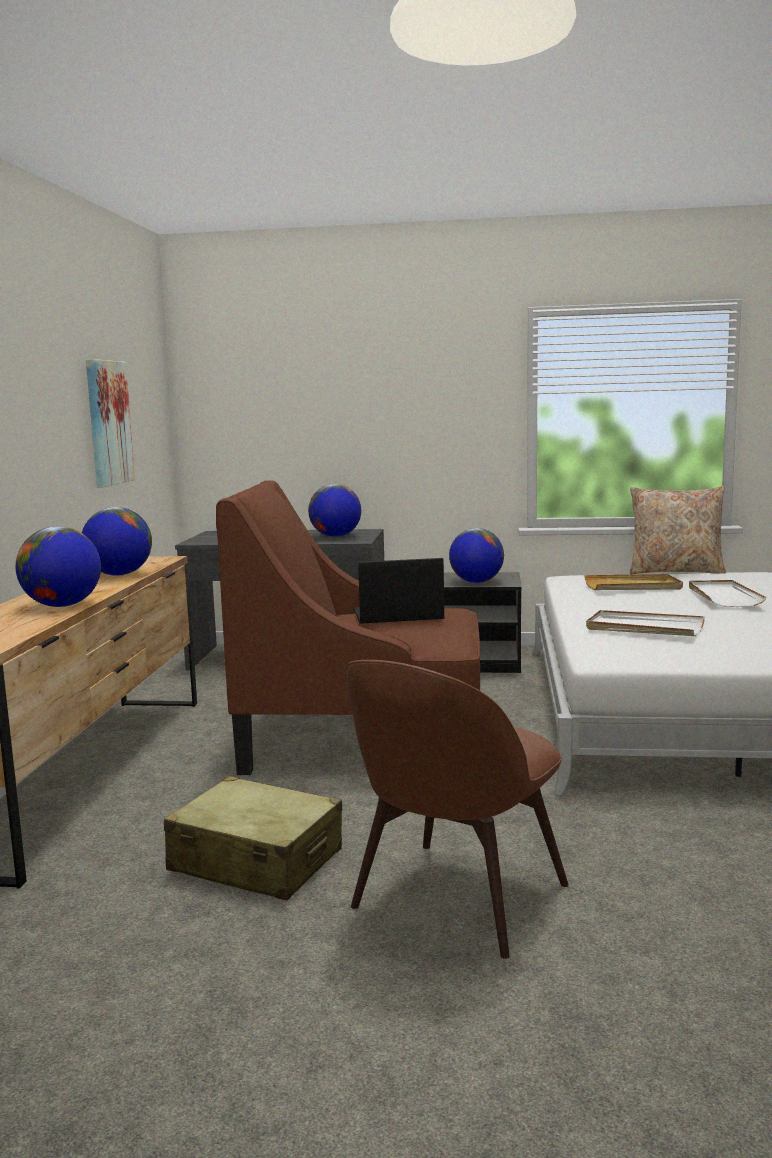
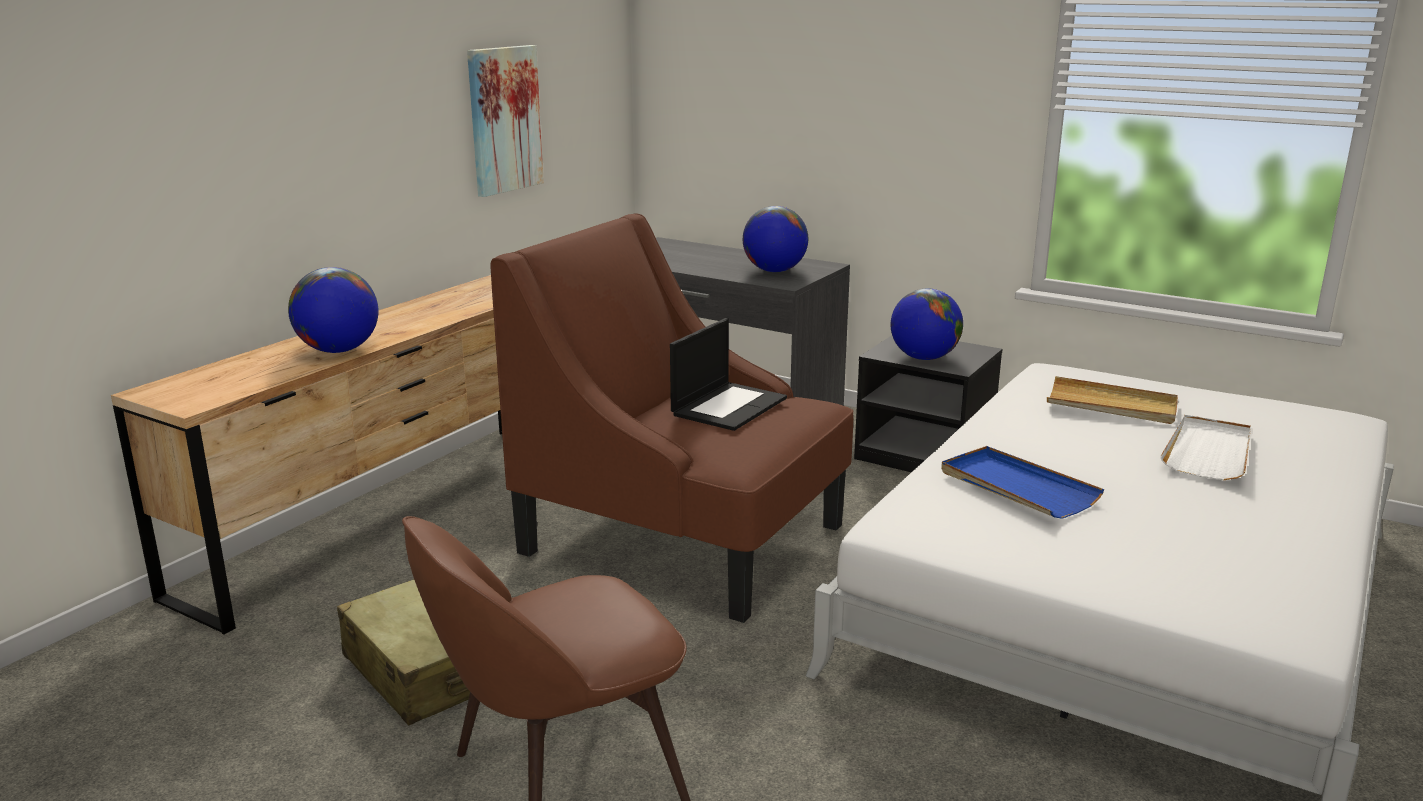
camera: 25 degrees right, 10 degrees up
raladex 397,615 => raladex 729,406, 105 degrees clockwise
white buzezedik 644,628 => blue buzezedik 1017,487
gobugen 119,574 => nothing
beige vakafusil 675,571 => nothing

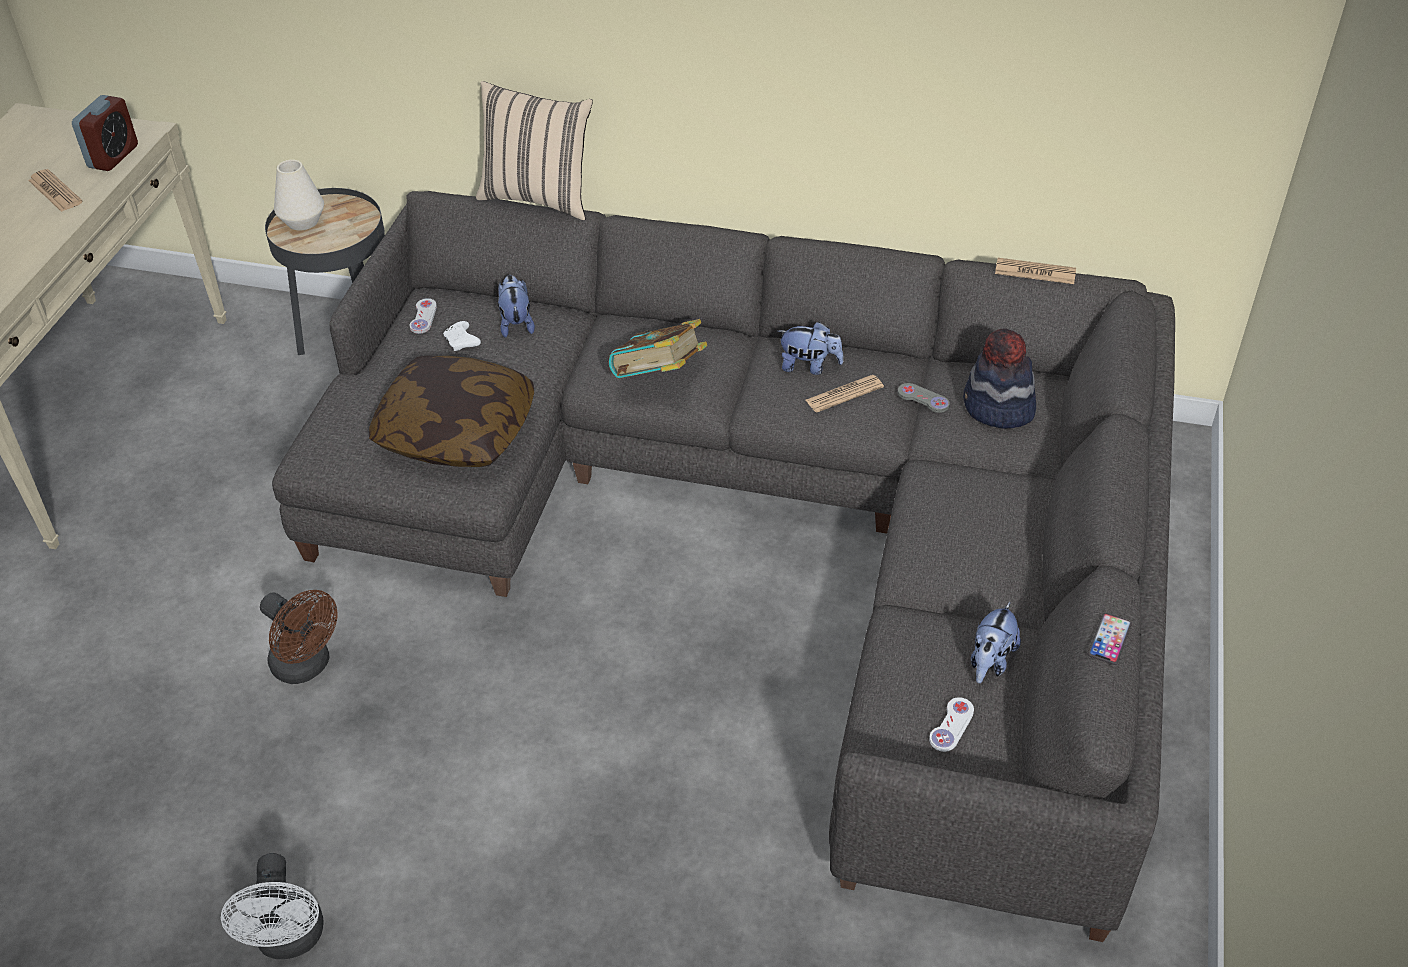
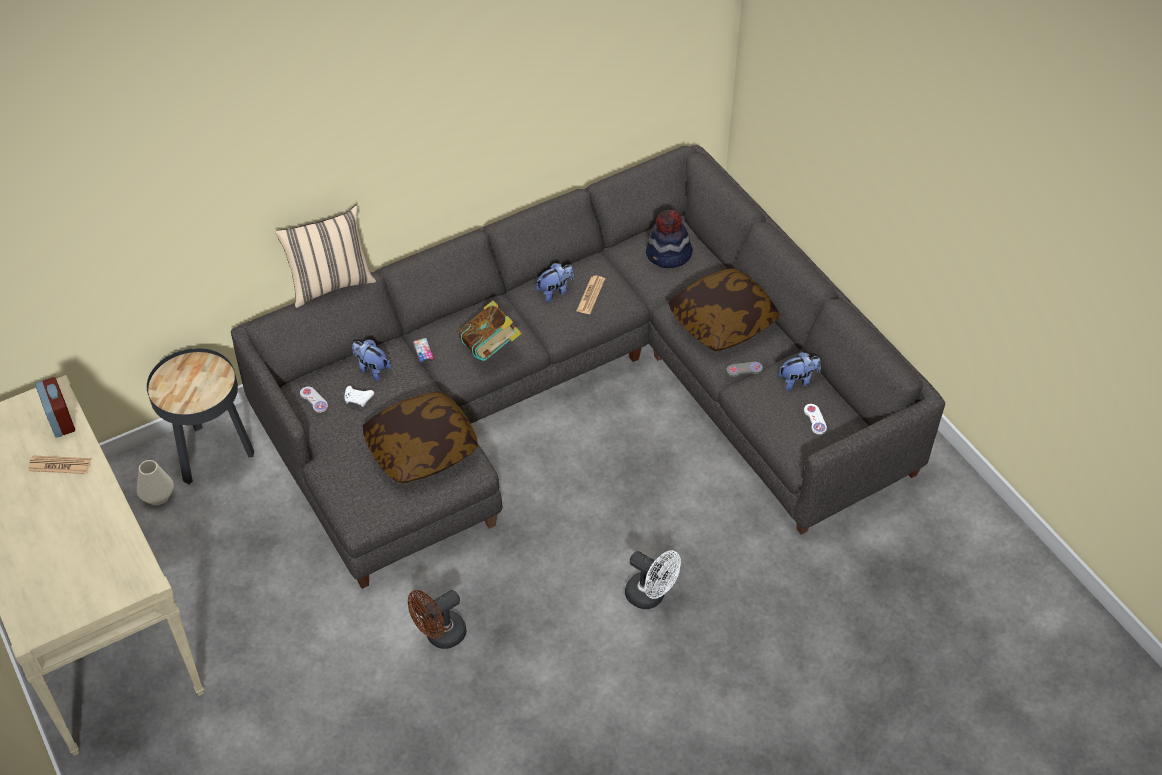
camera: 45 degrees left, 5 degrees up
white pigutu 302,221 => white pigutu 157,496, move
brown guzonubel 307,666 => brown guzonubel 440,636, 150 degrees clockwise
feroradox 1109,639 => feroradox 423,351, move
white guzonubel 290,940 => white guzonubel 651,596, move
nothing => vakafusil 723,321
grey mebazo 923,399 => grey mebazo 744,370, move
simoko 990,661 => simoko 798,381, 90 degrees counterclockwise
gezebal 1035,272 => nothing

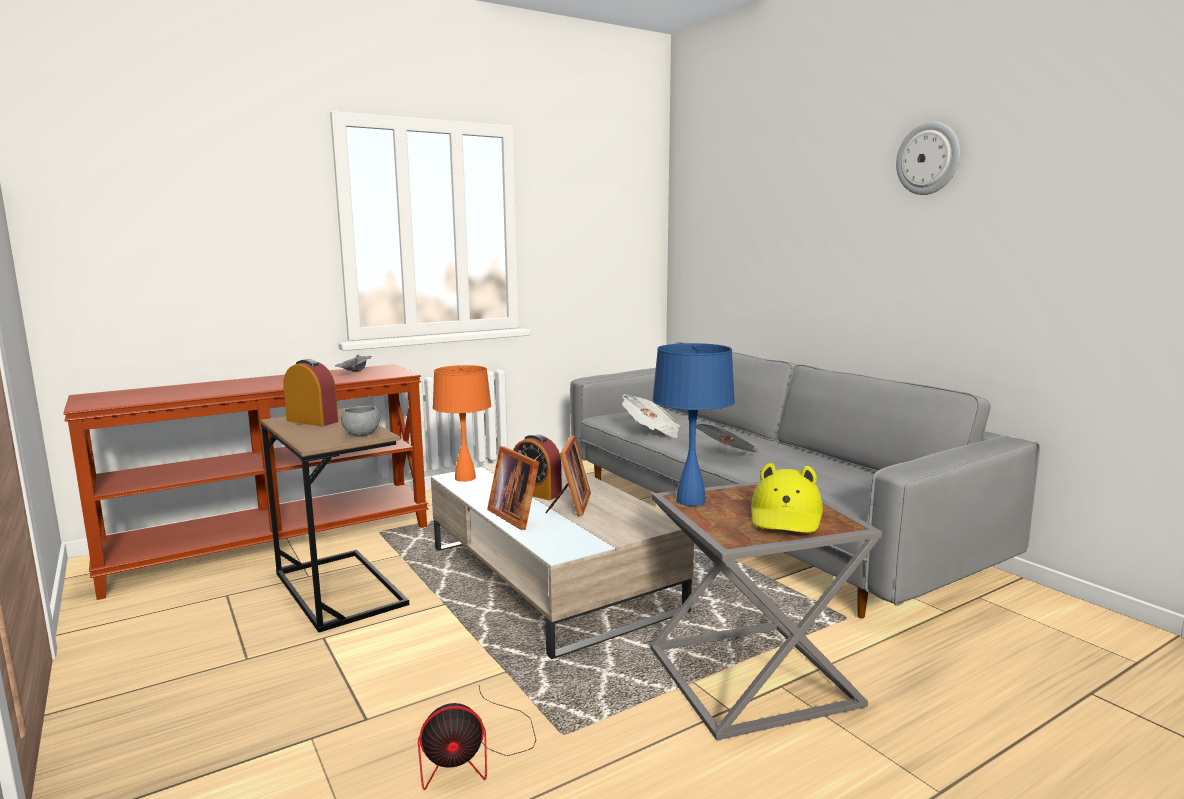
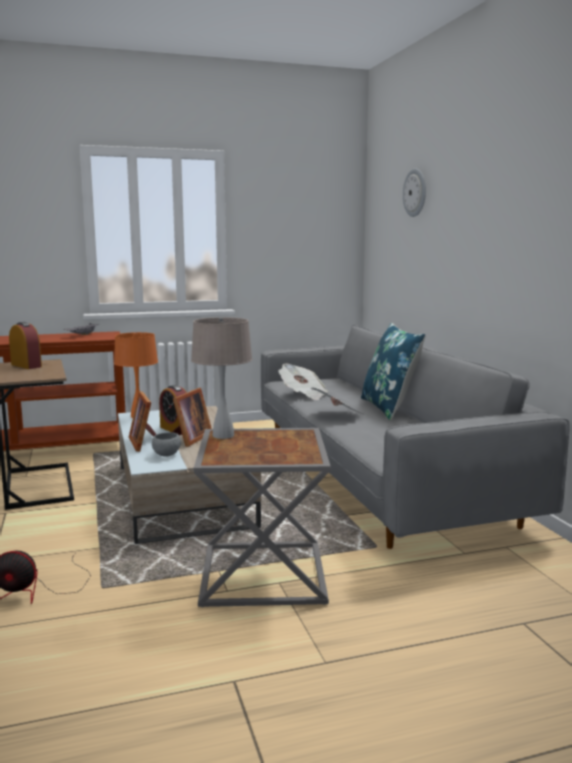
camera: 15 degrees right, 0 degrees up
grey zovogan 361,435 => grey zovogan 166,455, move
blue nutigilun 691,501 => beige nutigilun 223,435
nothing => blue vakafusil 389,408
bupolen 928,158 => bupolen 415,192, move
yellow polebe 786,516 => nothing

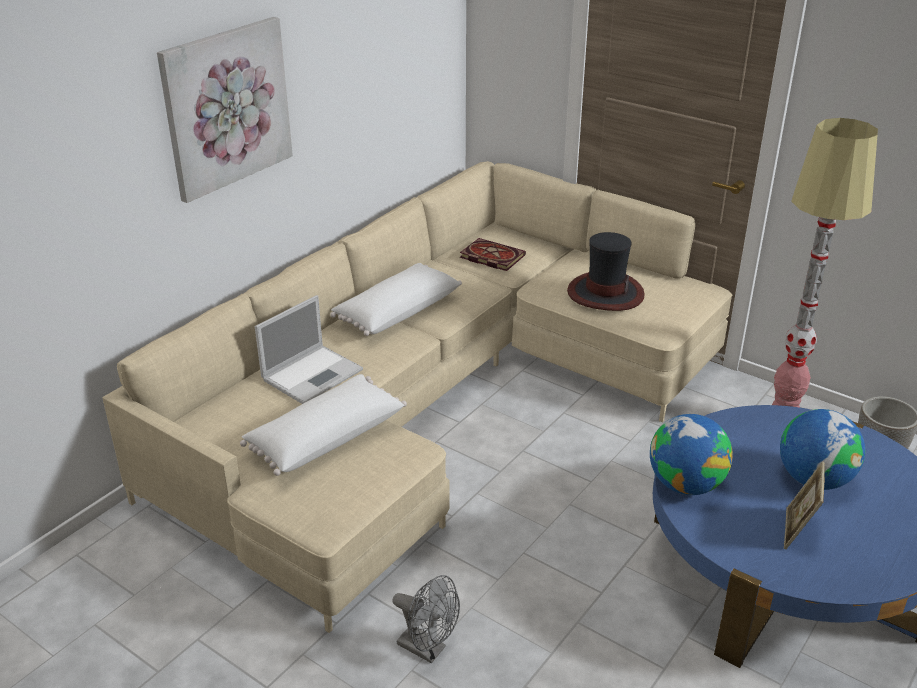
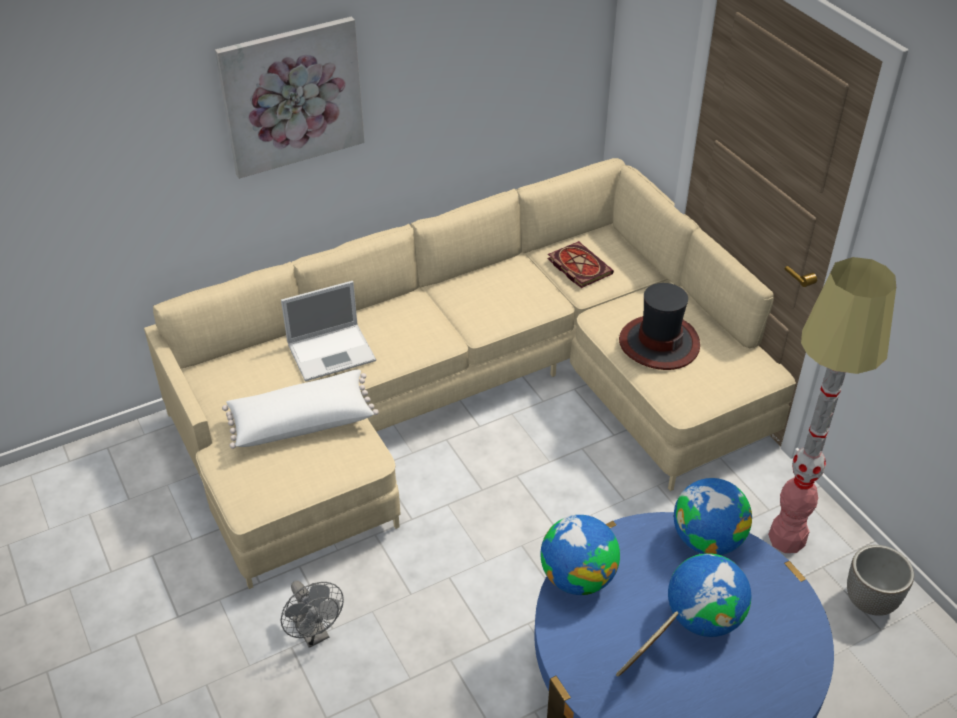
camera: 25 degrees right, 10 degrees up
nothing => gobugen 707,540
white vakafusil 396,312 => nothing

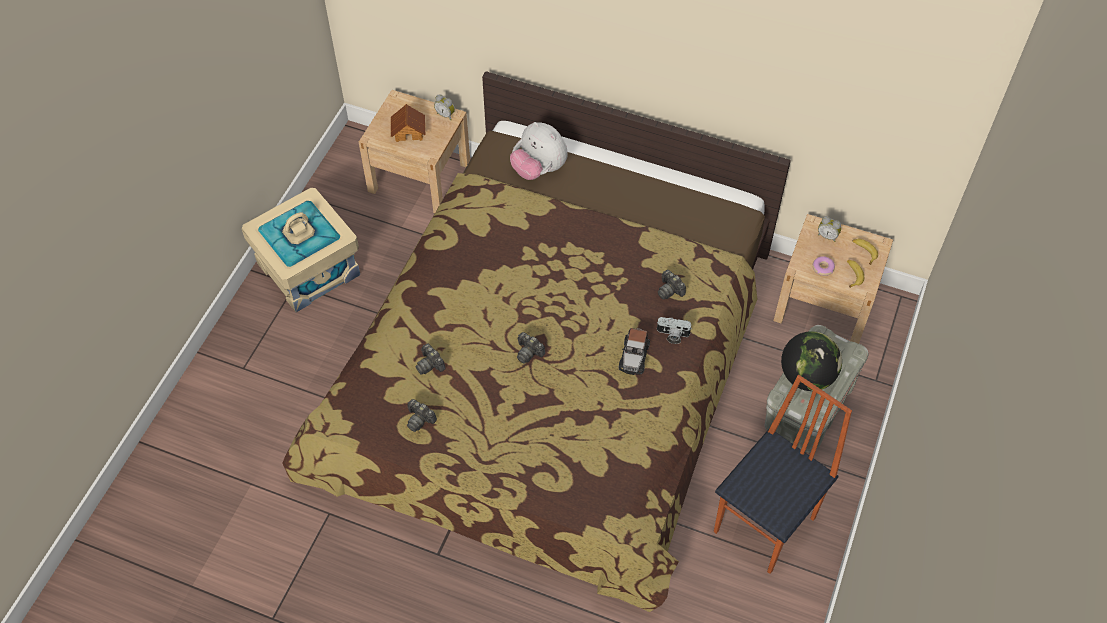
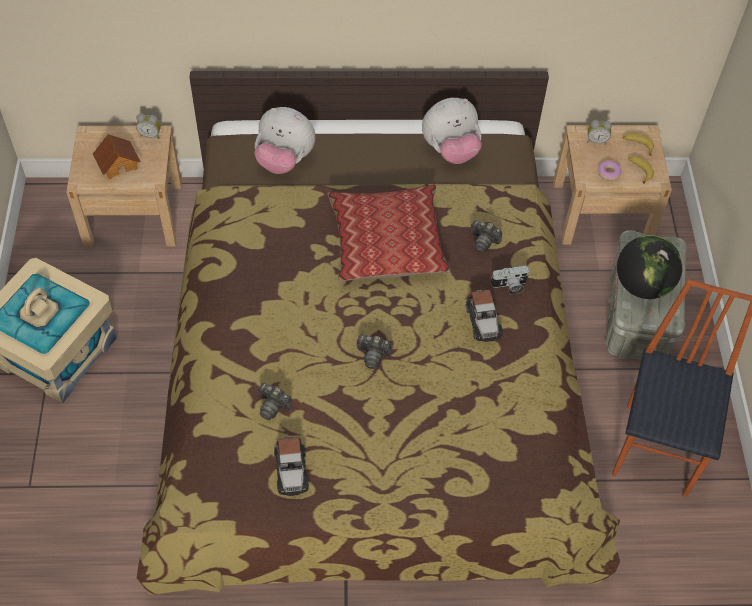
camera: 25 degrees left, 0 degrees up
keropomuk 420,419 => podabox 291,470
nothing => vakafusil 387,242
nothing => simoko 450,150

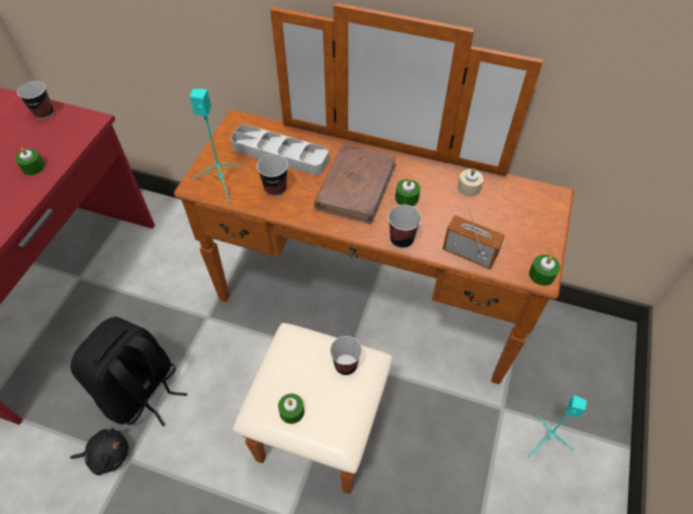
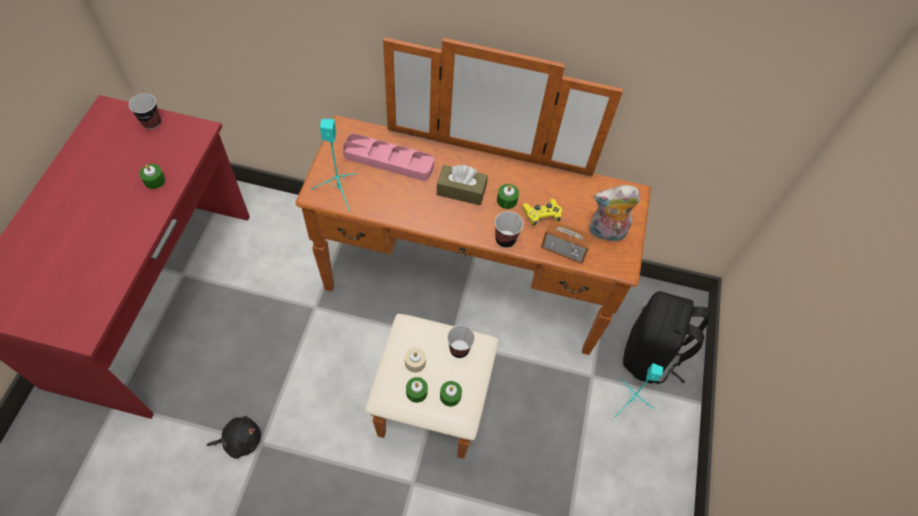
camera: 10 degrees left, 5 degrees up
grey buzezedik 280,154 => pink buzezedik 388,160
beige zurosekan 468,188 => beige zurosekan 415,362, move
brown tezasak 356,186 => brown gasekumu 461,191
green zurosekan 542,274 => green zurosekan 450,396, move
nothing => yellow mebazo 541,215
nothing => simoko 606,233
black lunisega 142,392 => black lunisega 650,355, move
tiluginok 275,188 => nothing

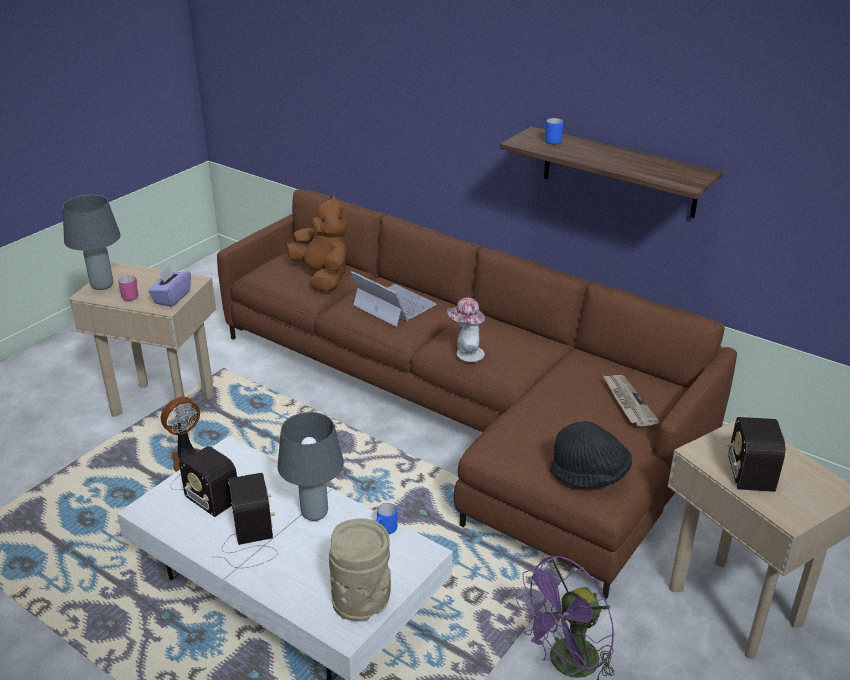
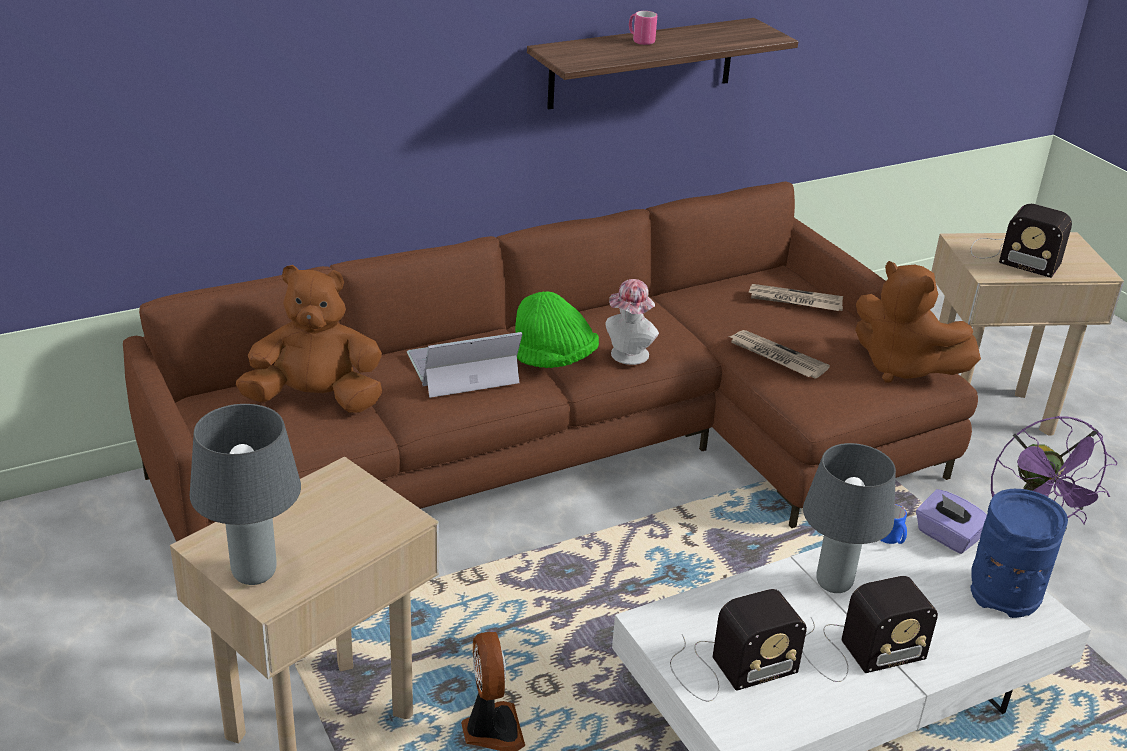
camera: 65 degrees left, 0 degrees up
nothing => green polebe 553,360
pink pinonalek 132,296 => pink pinonalek 640,41, move
nothing => gezebal 776,357
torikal 250,538 => torikal 857,651, 150 degrees clockwise
black polebe 589,475 => brown simoko 902,367
purple gasekumu 172,298 => purple gasekumu 946,537, move
beige pigutu 362,601 => blue pigutu 1004,592
blue pinonalek 552,140 => nothing

